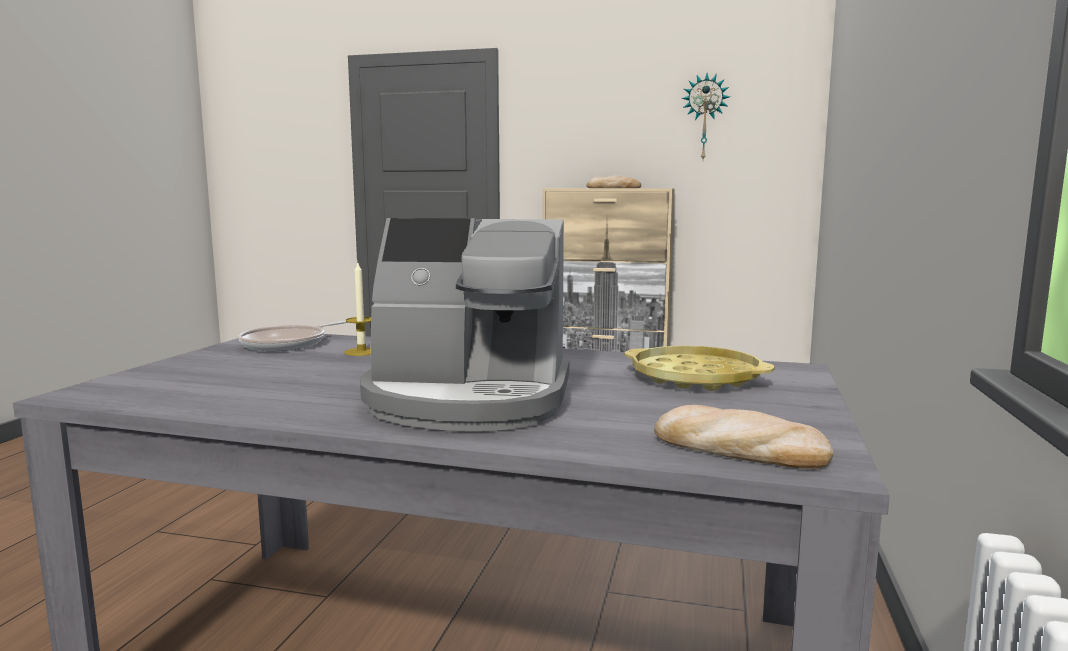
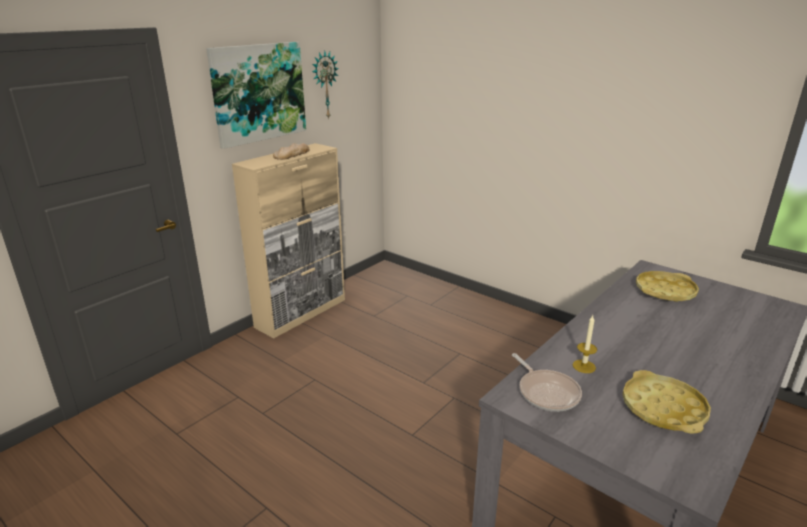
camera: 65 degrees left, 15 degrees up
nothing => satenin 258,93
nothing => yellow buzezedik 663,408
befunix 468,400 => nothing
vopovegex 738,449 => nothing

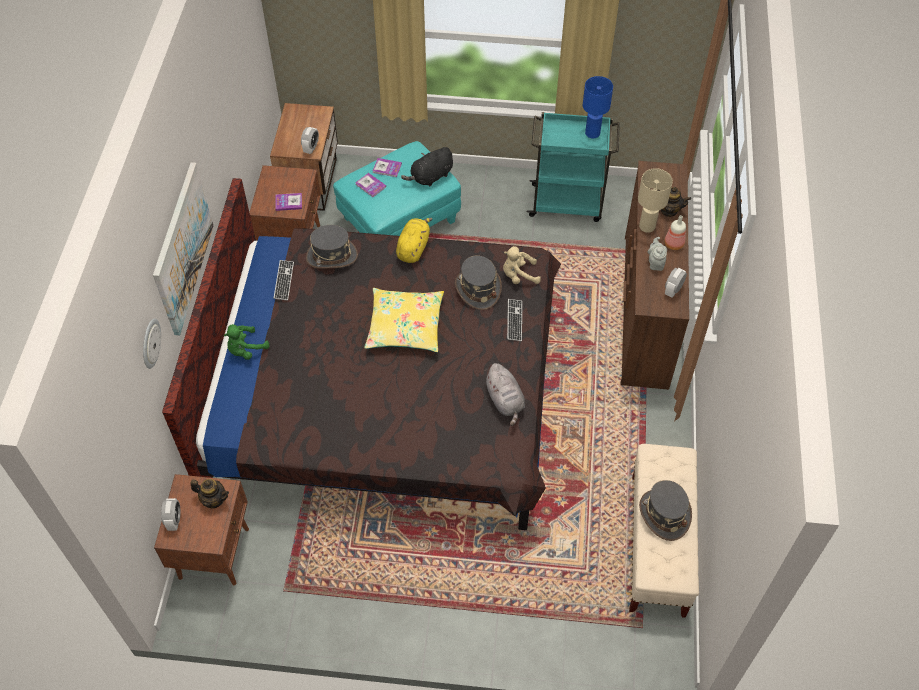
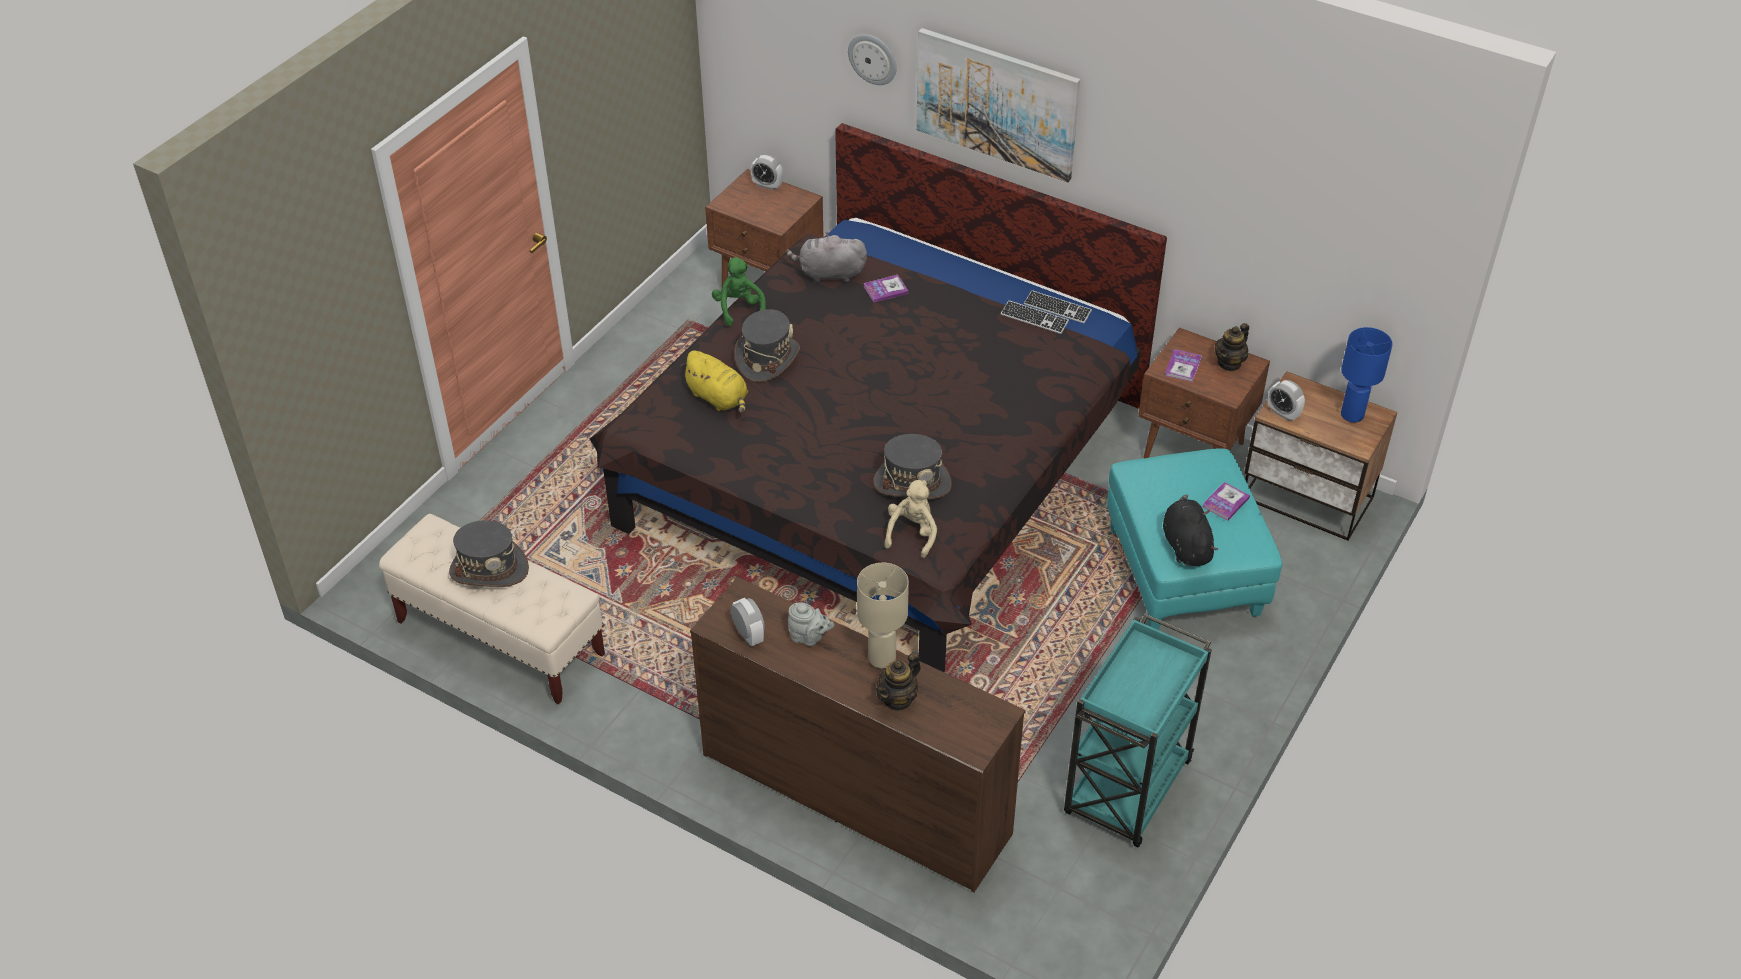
camera: 115 degrees right, 10 degrees down
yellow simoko 413,248 => yellow simoko 719,398, move
green simoko 246,350 => green simoko 739,309, move
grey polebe 331,256 => grey polebe 767,358, move
grey simoko 505,401 => grey simoko 829,274, move
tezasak 370,185 => tezasak 885,290, move
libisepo 514,320 => libisepo 1057,308, move
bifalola 214,499 => bifalola 1229,363, move
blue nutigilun 593,133 => blue nutigilun 1351,415, move
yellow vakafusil 405,326 => nothing
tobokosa 673,244 => nothing

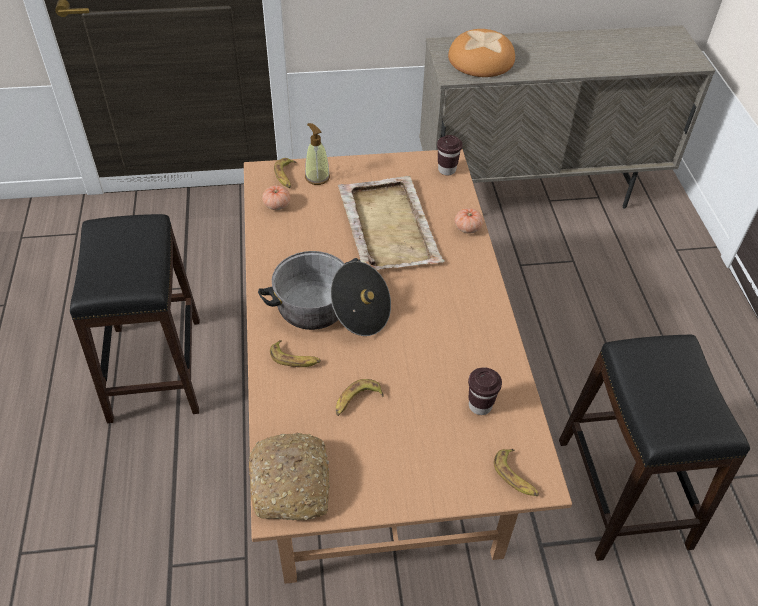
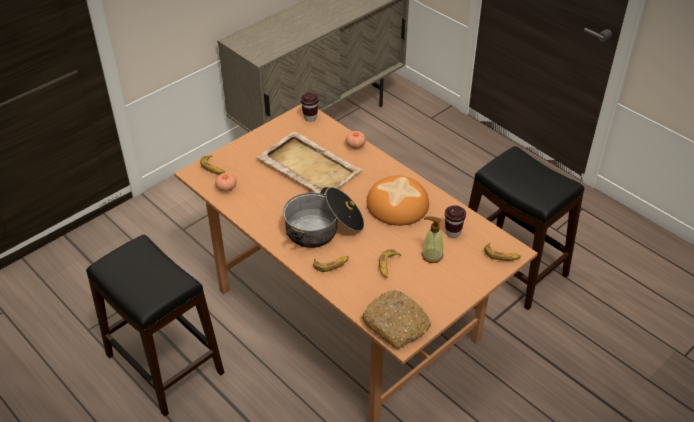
camera: 35 degrees left, 5 degrees down
vopovegex 480,59 => vopovegex 397,204, move
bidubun 317,177 => bidubun 432,255, move

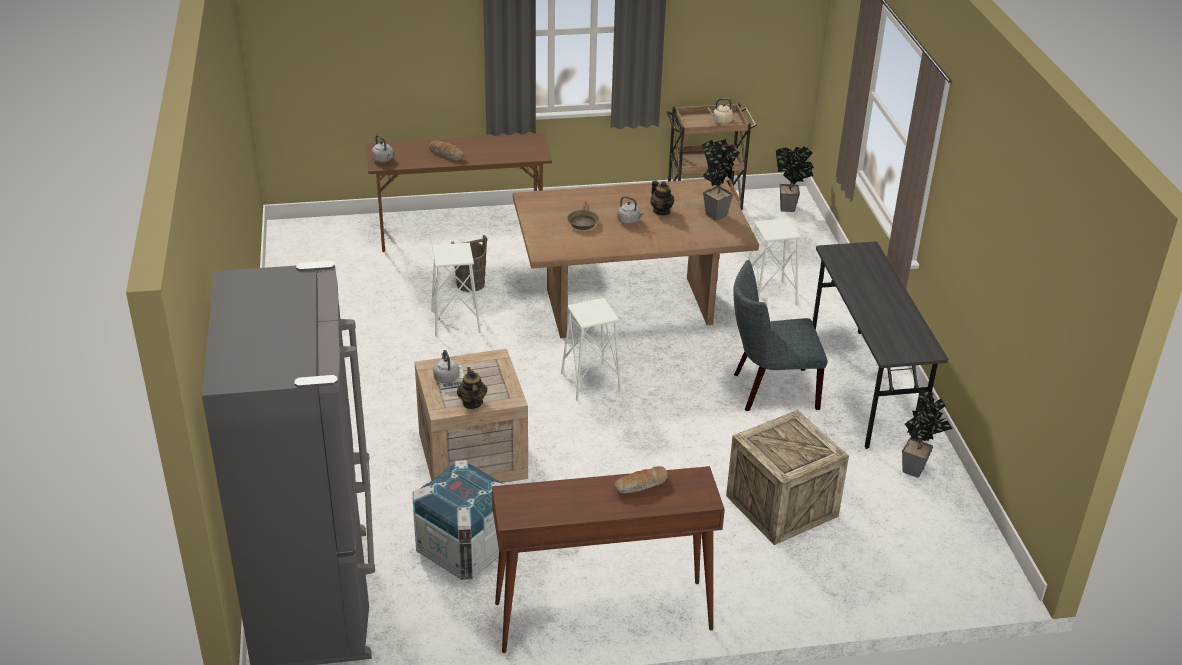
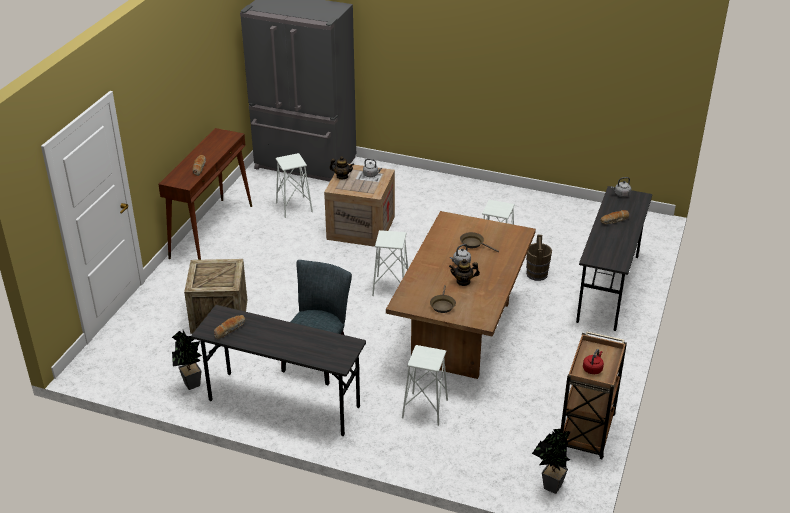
camera: 120 degrees right, 0 degrees up
nothing => vopovegex 229,329
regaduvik 464,549 => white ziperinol 294,207
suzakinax 715,213 => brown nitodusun 442,305
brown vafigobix 461,233 => grey vafigobix 608,289
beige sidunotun 721,121 => red sidunotun 593,369

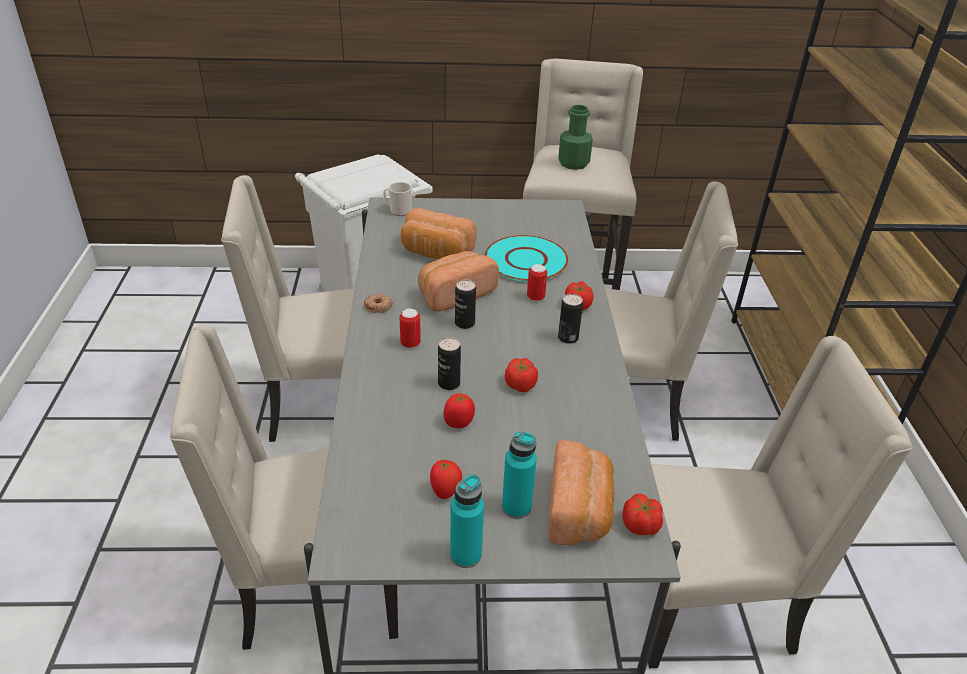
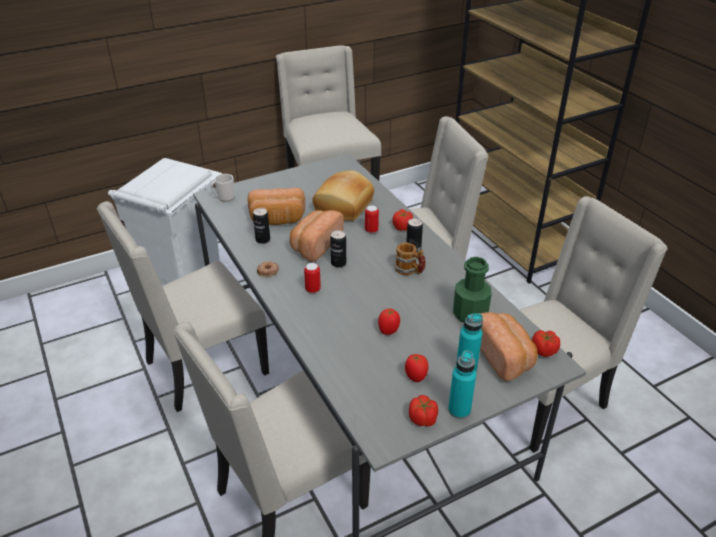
camera: 25 degrees left, 0 degrees up
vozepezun 449,383 => vozepezun 263,240, move
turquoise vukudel 526,260 => vopovegex 345,207
nothing => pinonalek 409,270
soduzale 520,385 => soduzale 423,419, move
green tobokosa 573,163 => green tobokosa 470,314, move

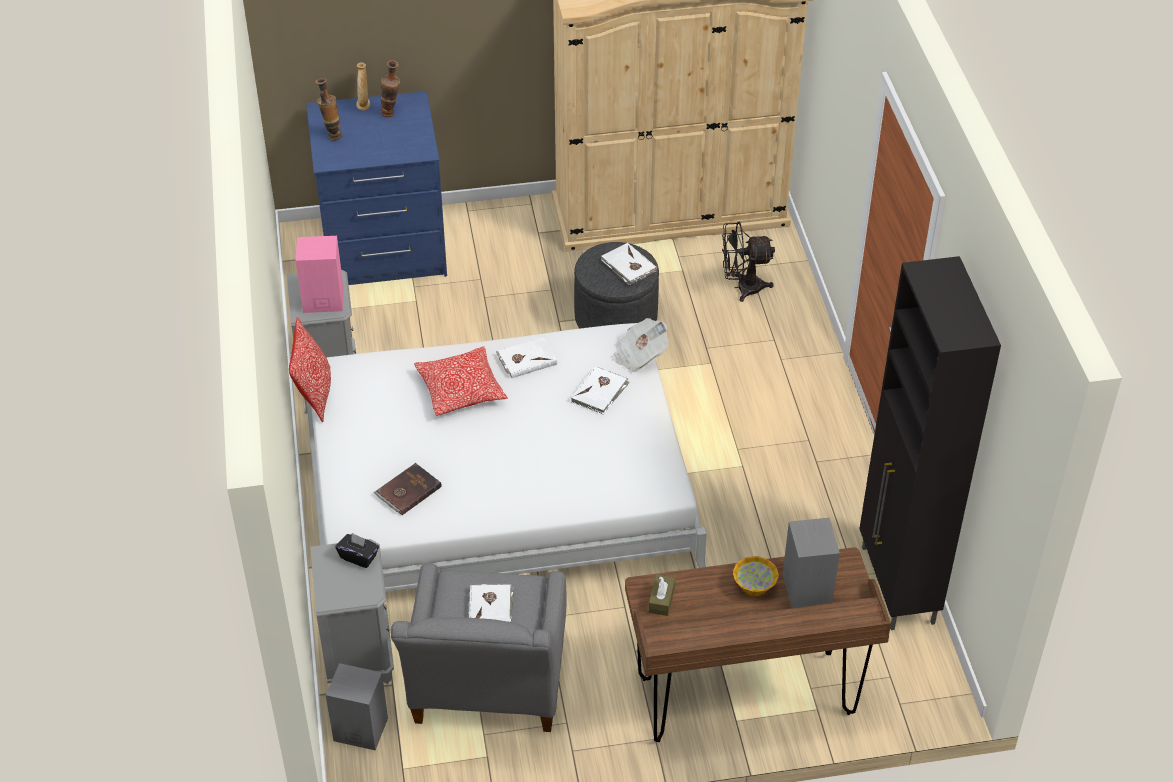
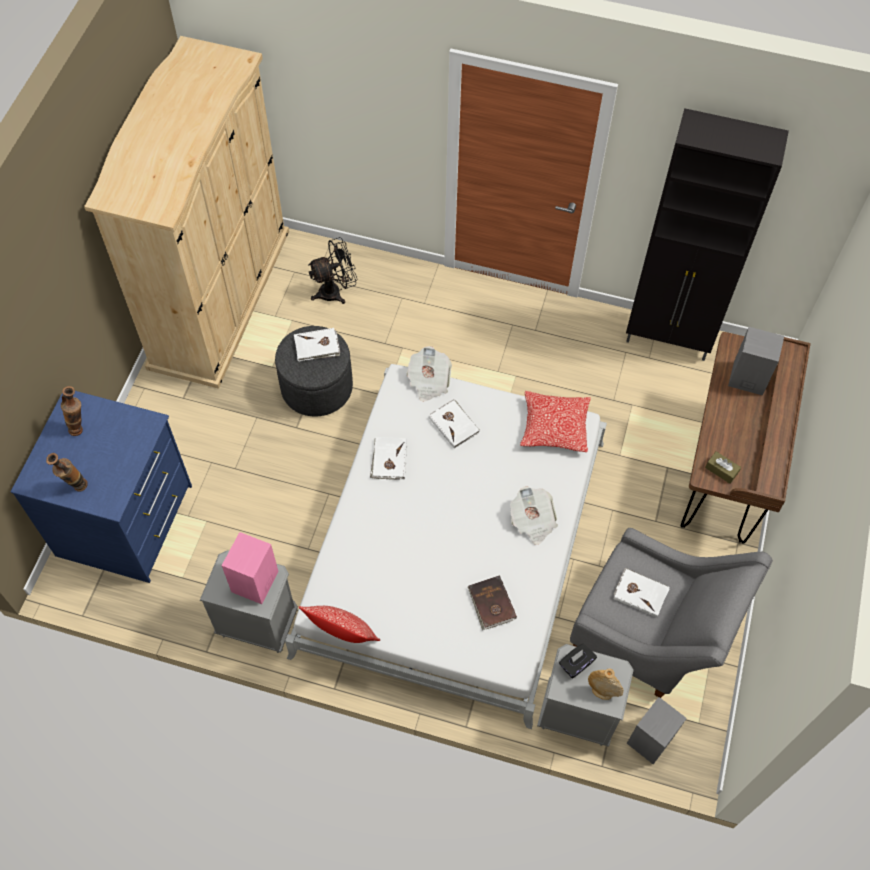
camera: 65 degrees left, 15 degrees up
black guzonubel 742,287 => black guzonubel 335,291, 135 degrees counterclockwise
nothing => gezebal 533,521
vakafusil 461,390 => vakafusil 554,427, move
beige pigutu 363,105 => beige pigutu 602,691, move
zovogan 754,586 => nothing

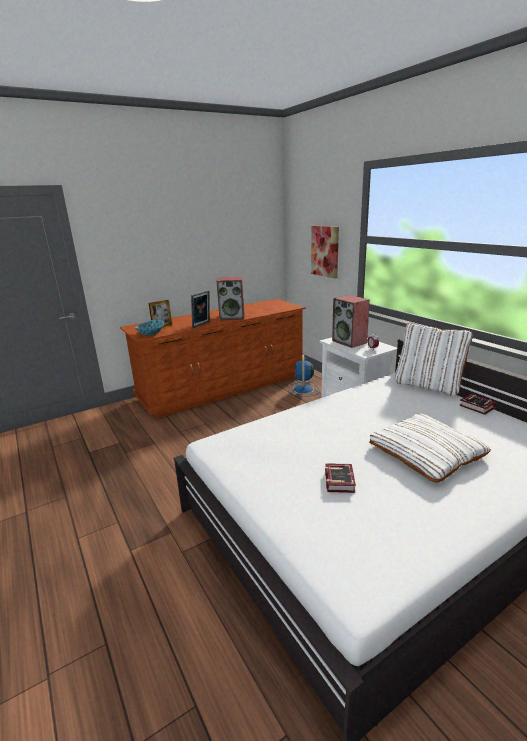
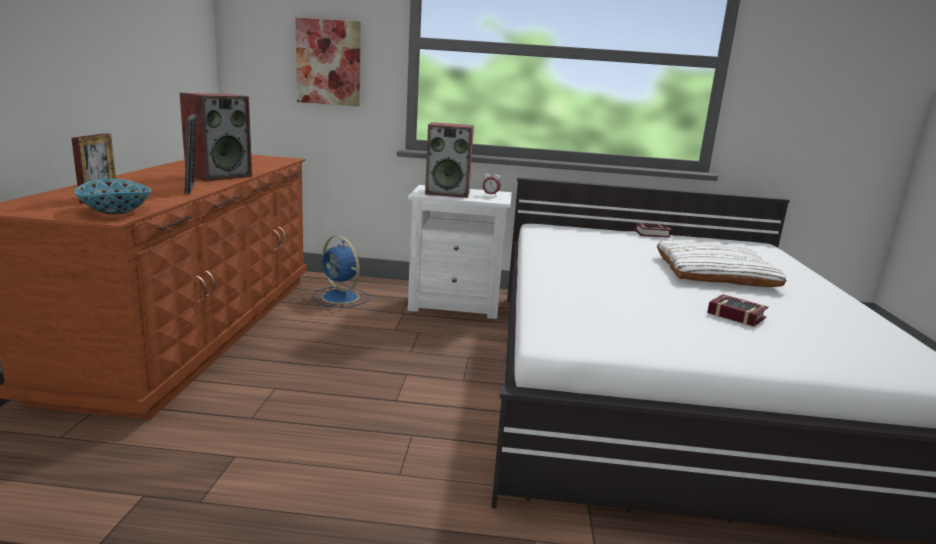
camera: 55 degrees left, 5 degrees down
white vakafusil 428,385 => nothing

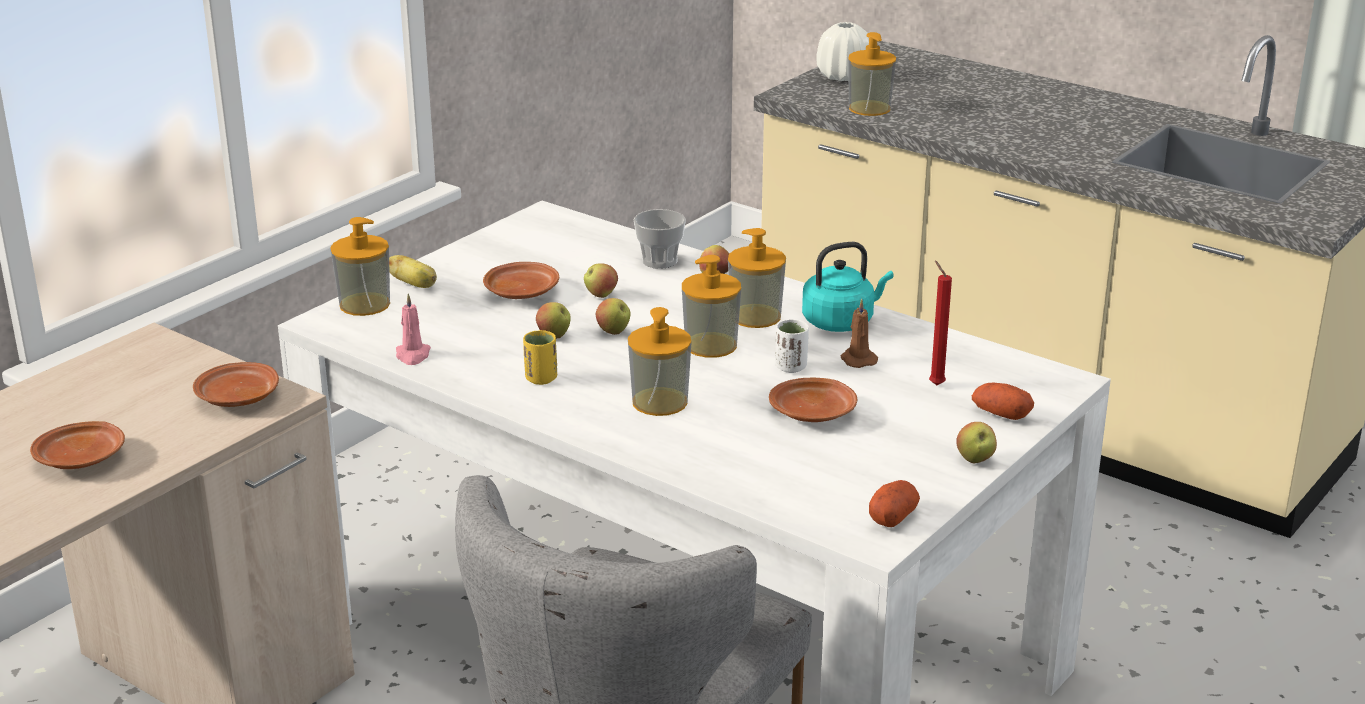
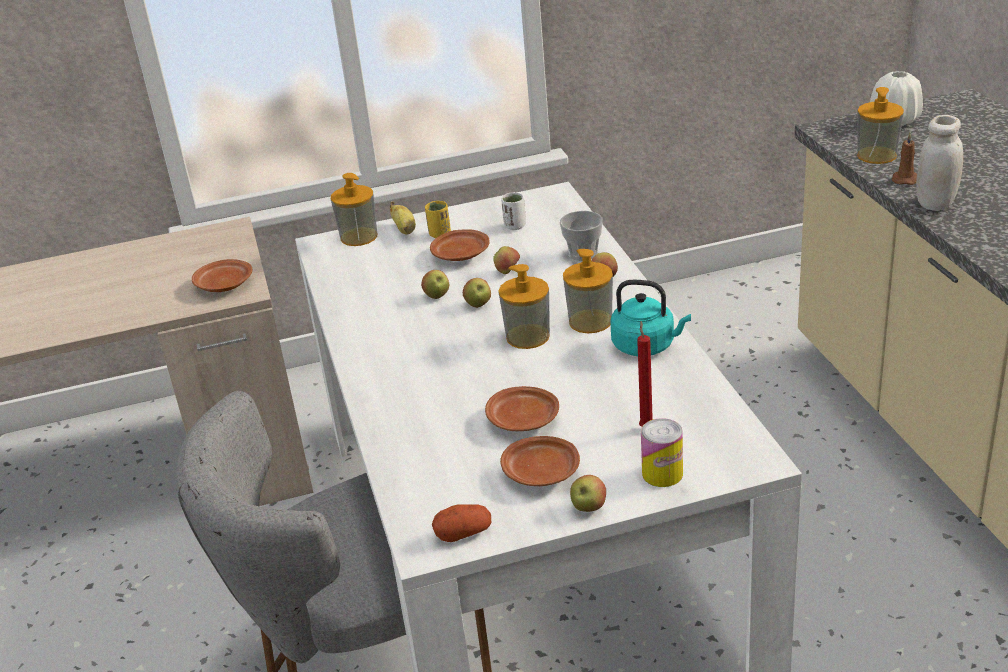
camera: 40 degrees right, 5 degrees up
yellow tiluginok 541,379 => yellow tiluginok 439,234, move
brown vukudel 82,459 => brown vukudel 542,473, move
white tiluginok 791,367 => white tiluginok 515,226, move
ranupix 1001,414 => vozepezun 662,473
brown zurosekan 857,359 => brown zurosekan 905,179, move
nothing => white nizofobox 936,203
pink zurosekan 413,355 => nothing
bidubun 659,402 => nothing

